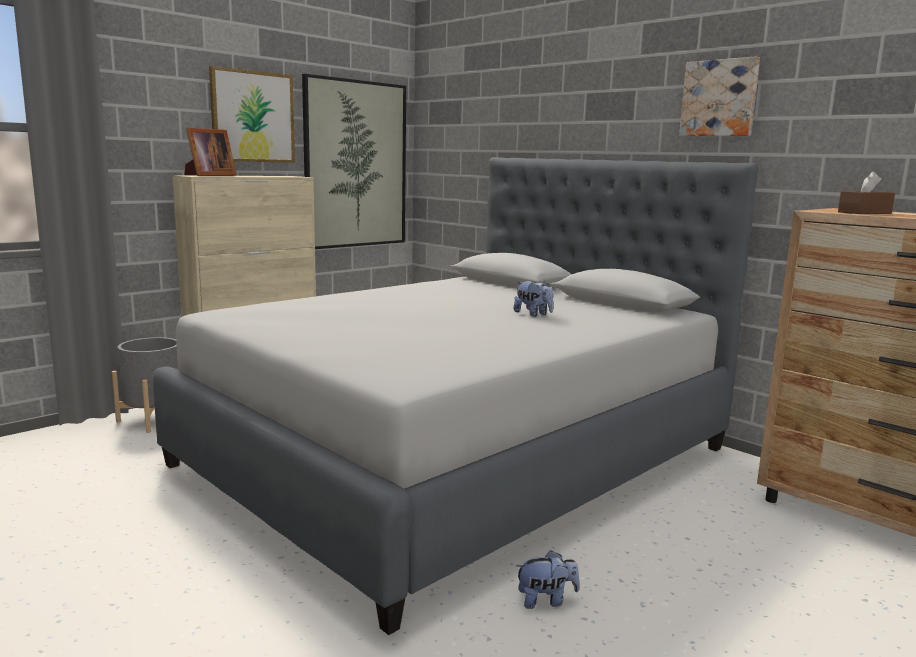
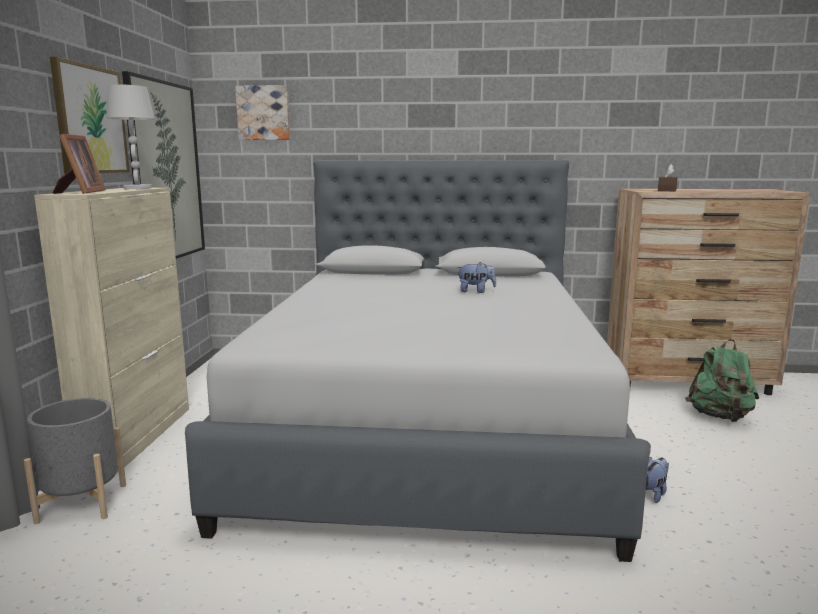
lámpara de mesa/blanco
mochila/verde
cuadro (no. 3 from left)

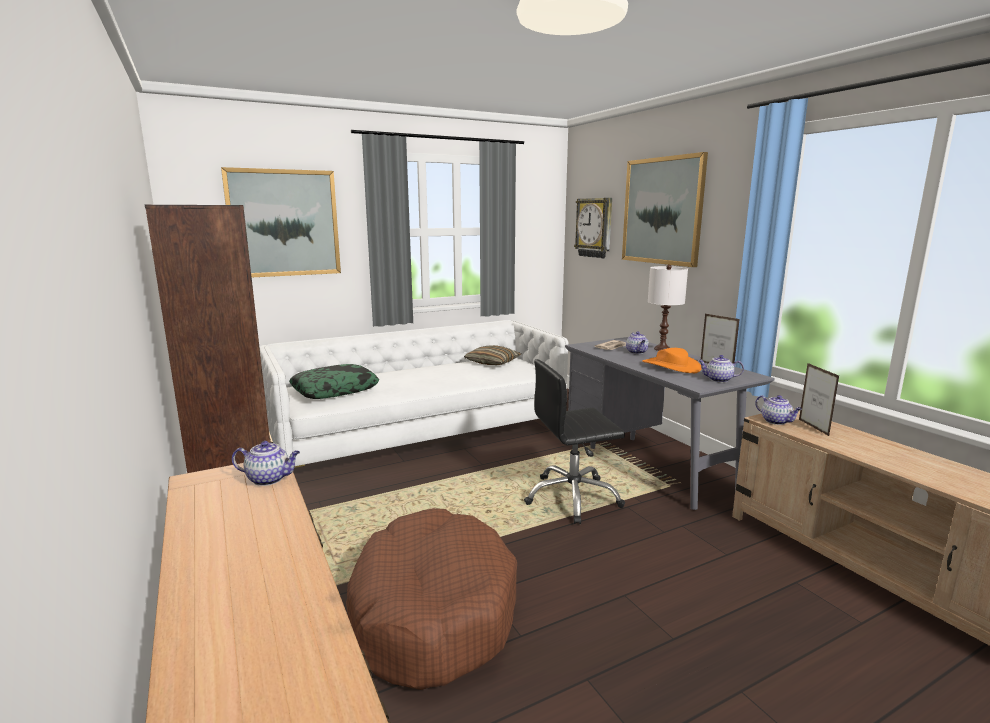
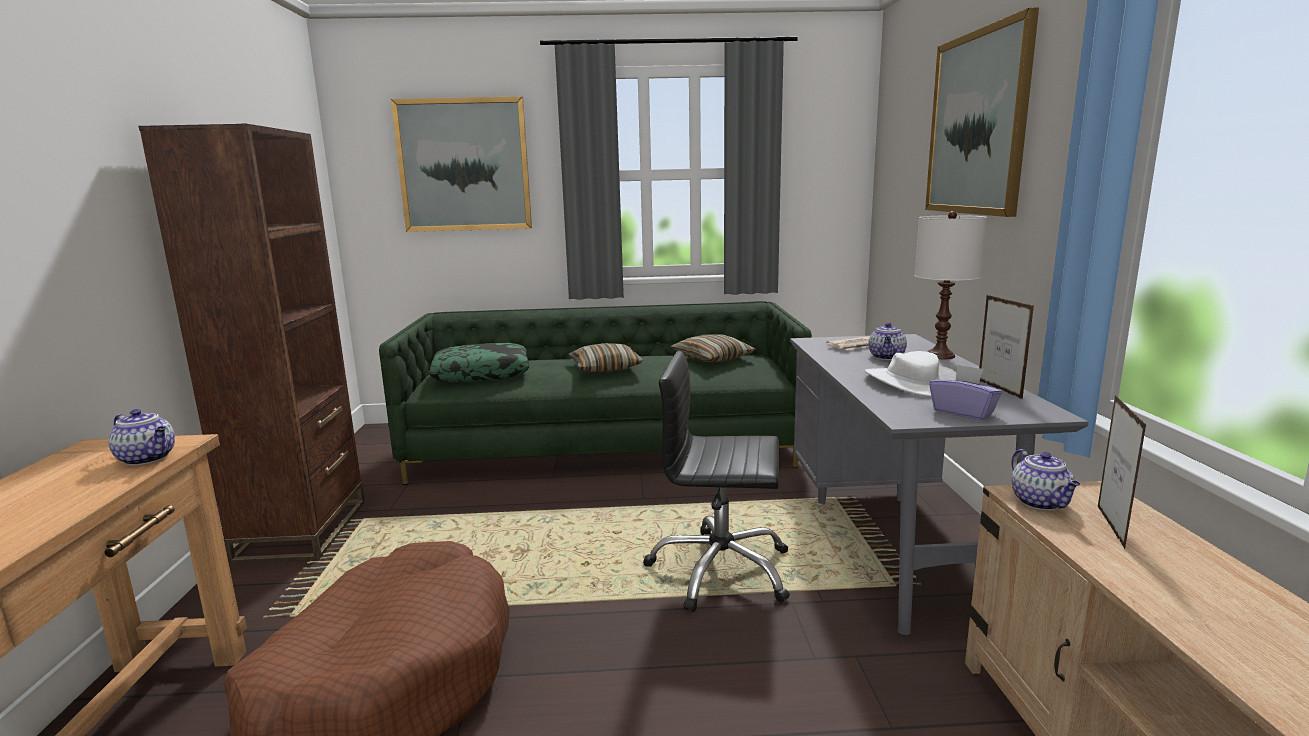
reloj de pared
cojín (no. 2 from left)
caja de pañuelos/morado
sofá/verde
sombrero/blanco

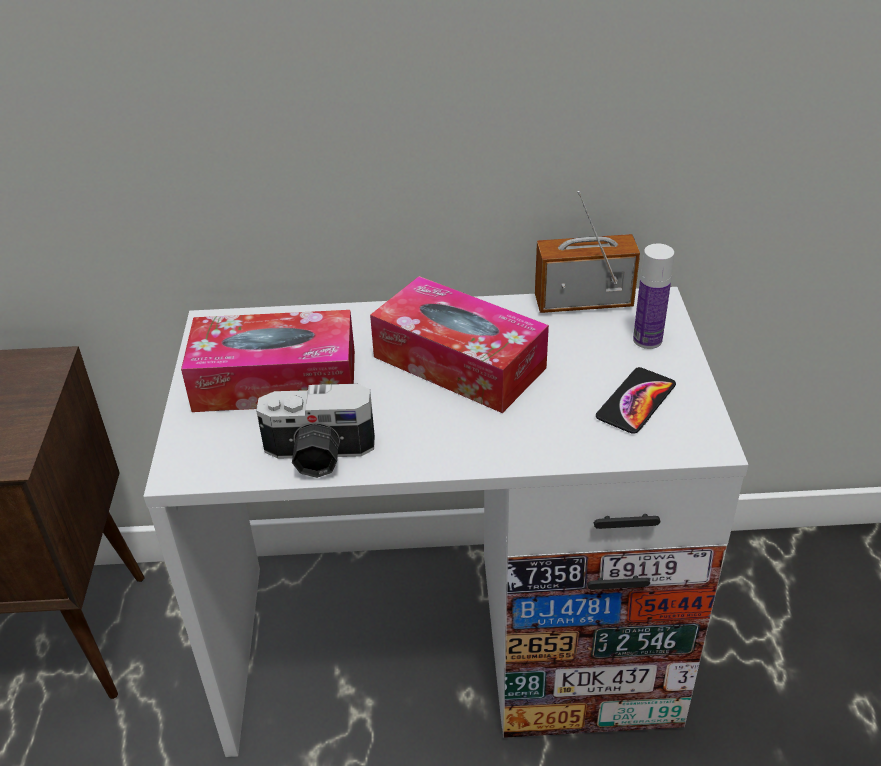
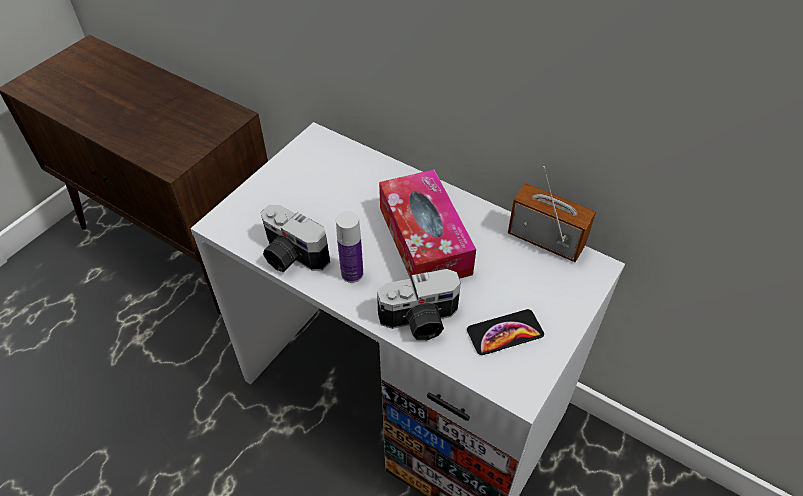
caja de pañuelos (no. 1 from left in the first image)
cámara (no. 2 from left)
botella

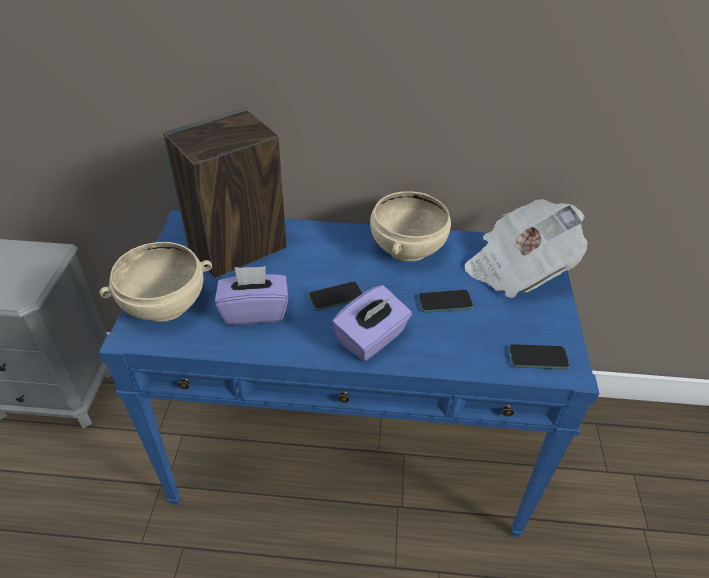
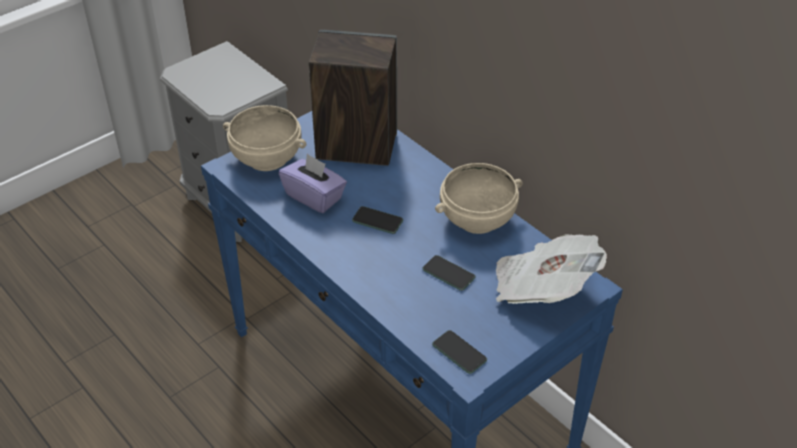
caja de pañuelos/morado (no. 2 from left in the first image)

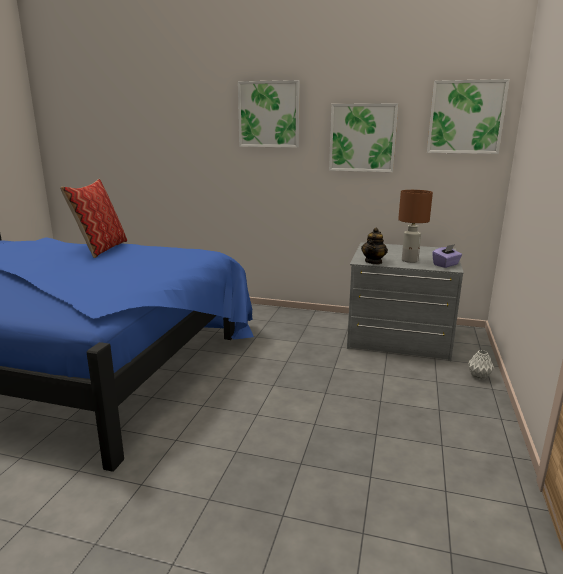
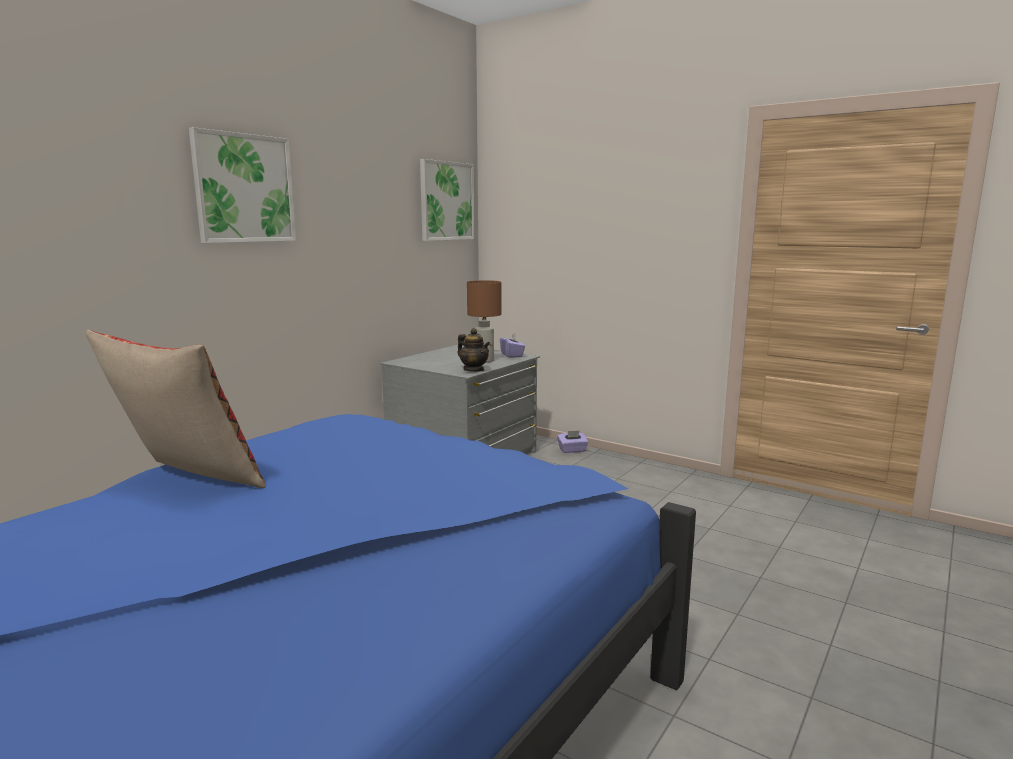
cuadro (no. 2 from left in the first image)
caja de pañuelos/morado (no. 2 from left)

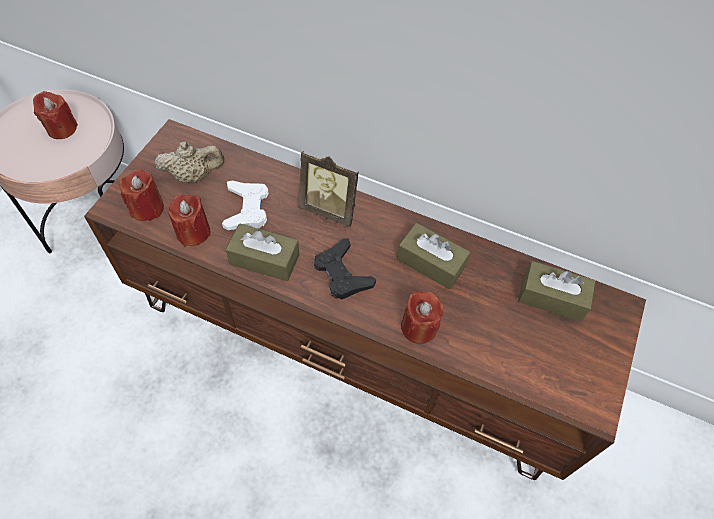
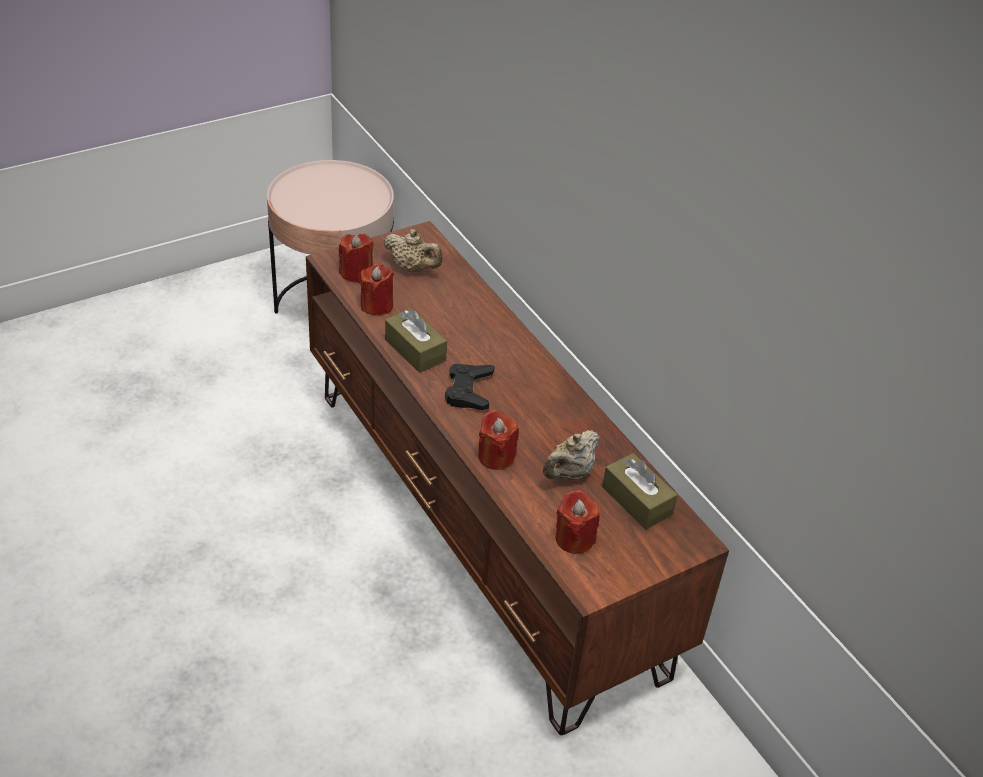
mando de consola/blanco
portarretratos
caja de pañuelos/marrón (no. 2 from left in the first image)
tetera/beis (no. 2 from left)
vela/rojo (no. 4 from left)

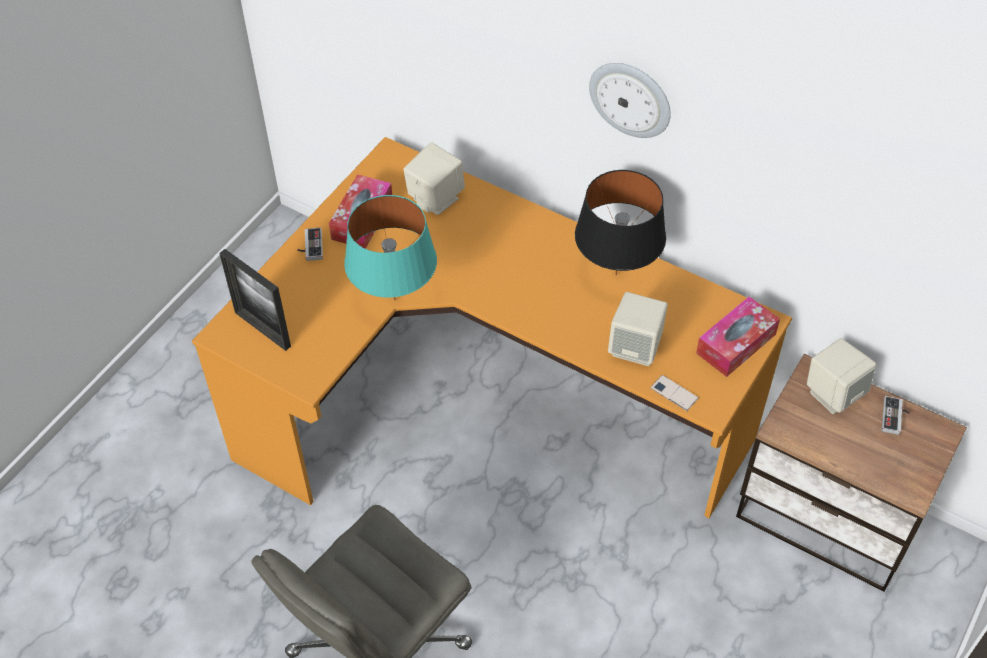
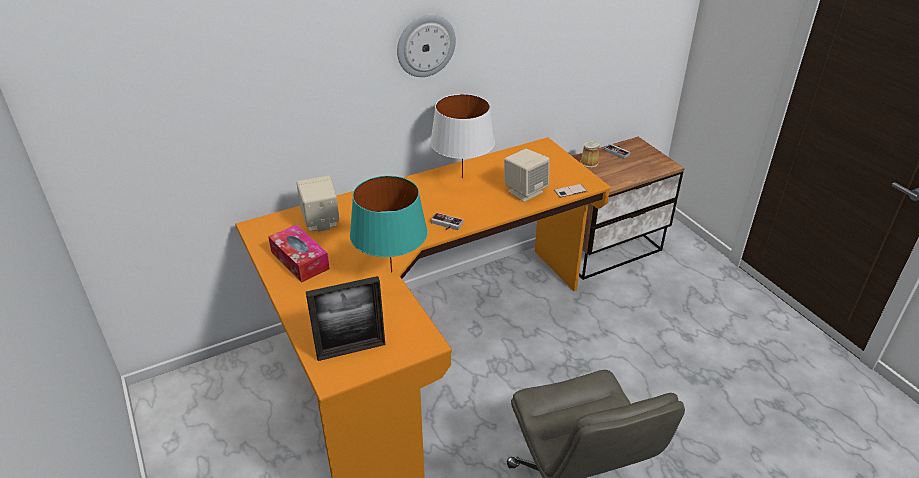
caja de pañuelos (no. 2 from left in the first image)
mando de consola (no. 1 from left)
taza grande
lámpara de mesa/blanco

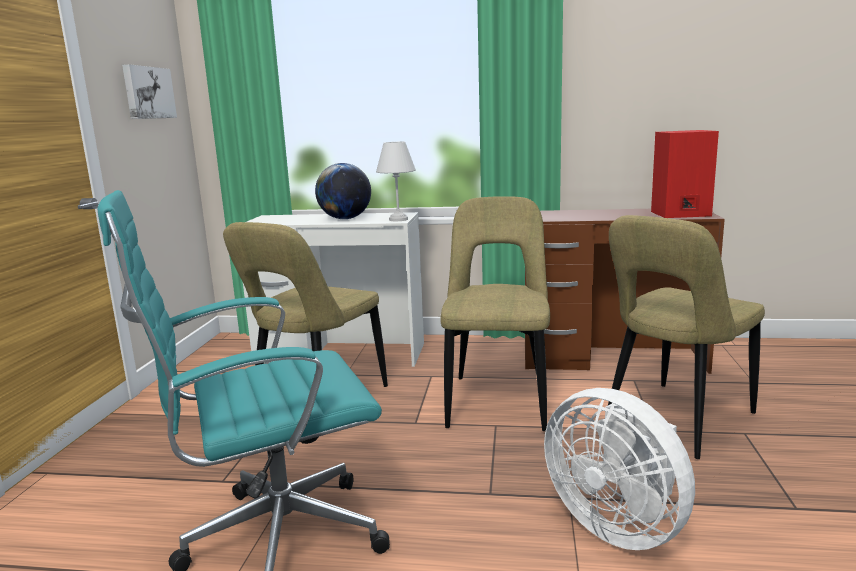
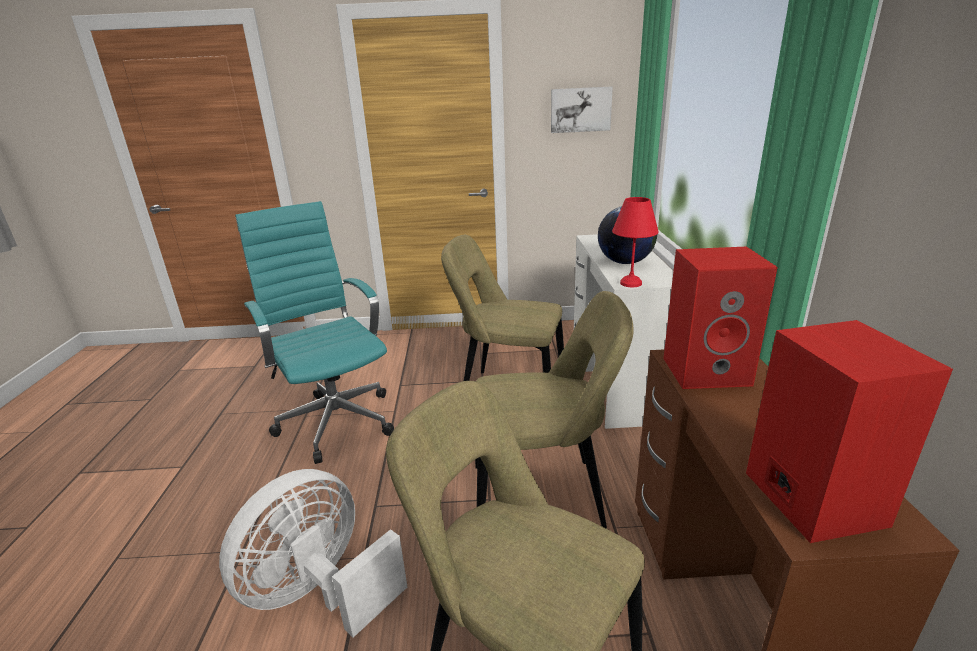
altavoz/rojo (no. 1 from left)
lámpara de mesa/rojo

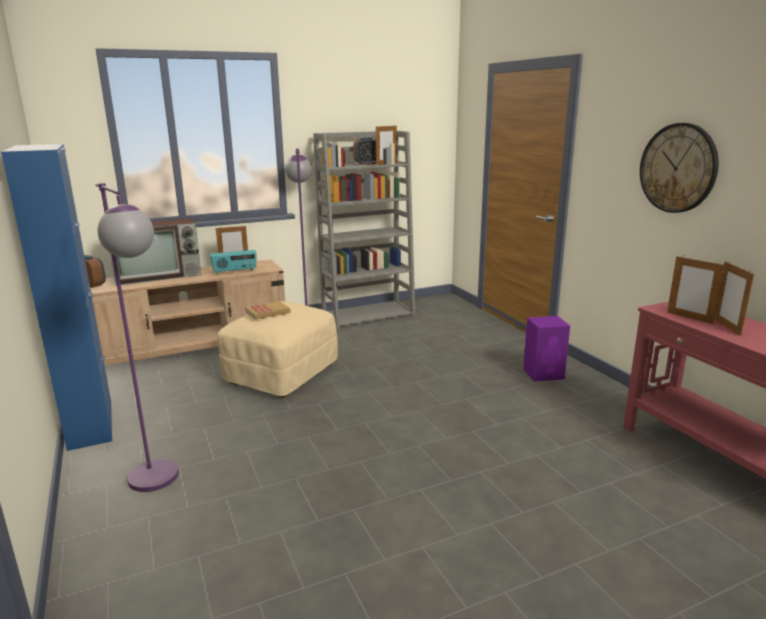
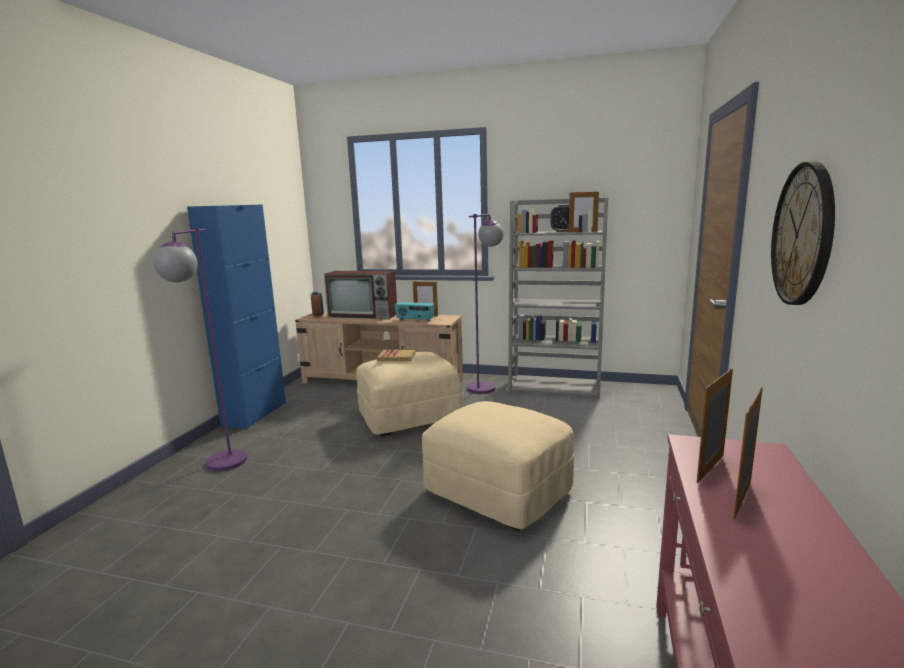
altavoz/morado
puf/beis (no. 2 from left)
portarretratos (no. 3 from left)

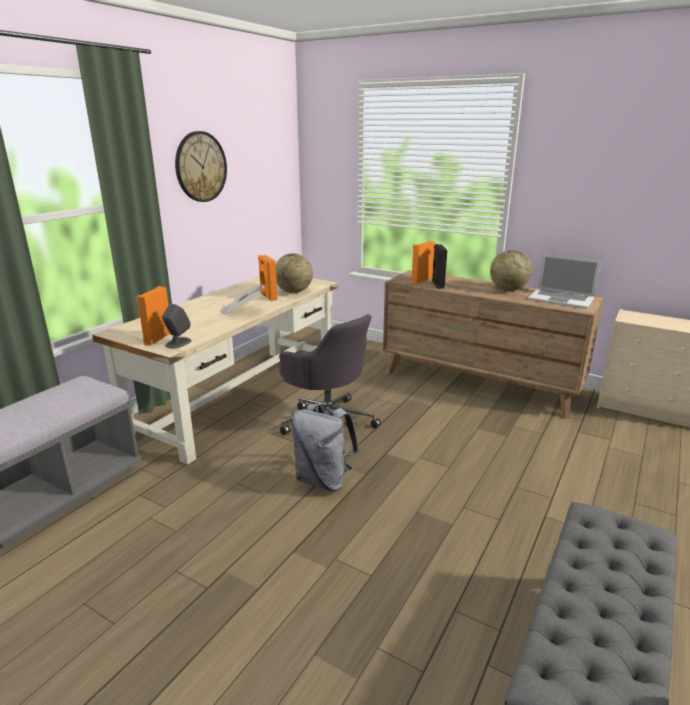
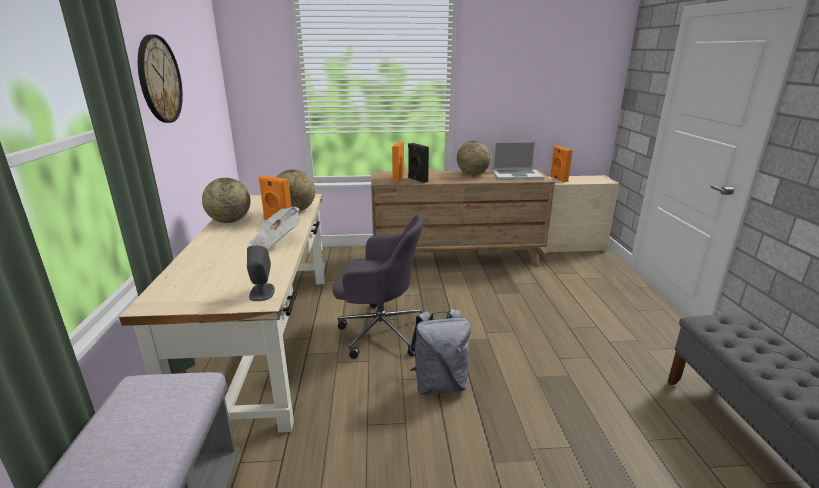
globo terráqueo (no. 1 from left)
altavoz/naranja (no. 3 from left)

